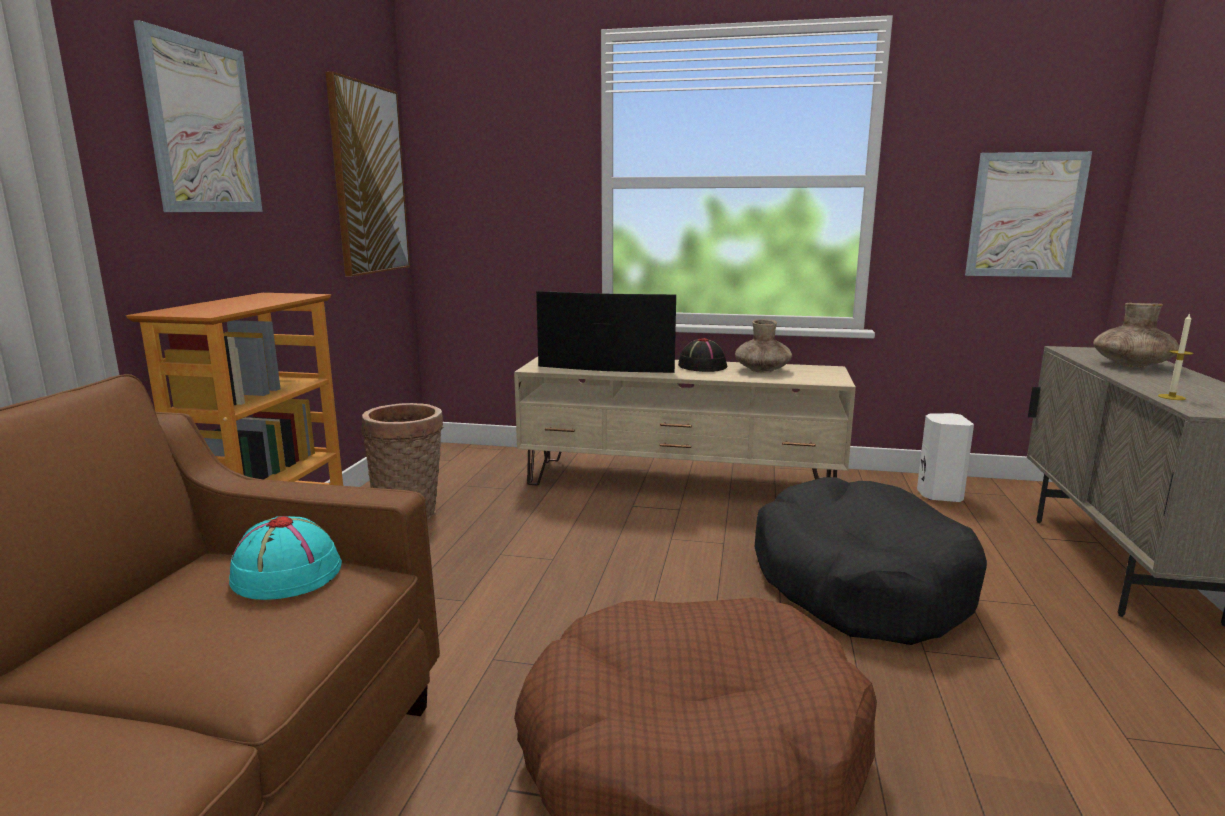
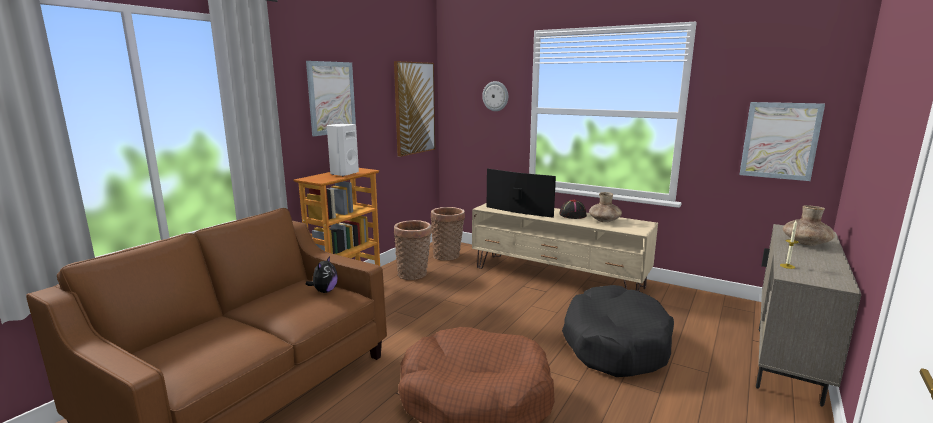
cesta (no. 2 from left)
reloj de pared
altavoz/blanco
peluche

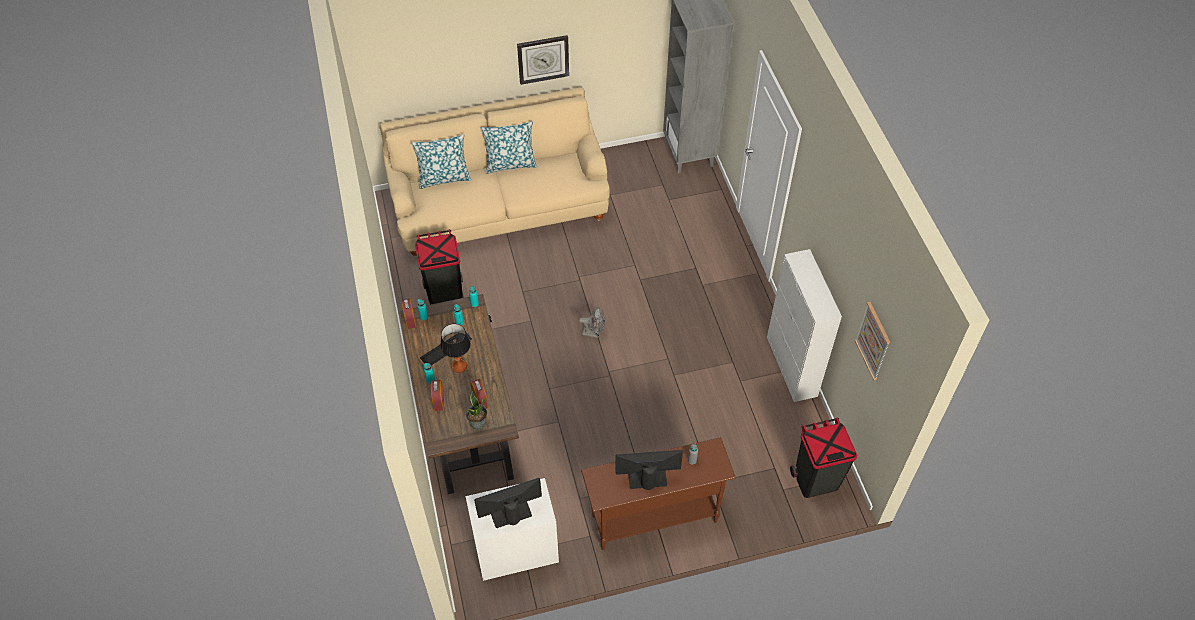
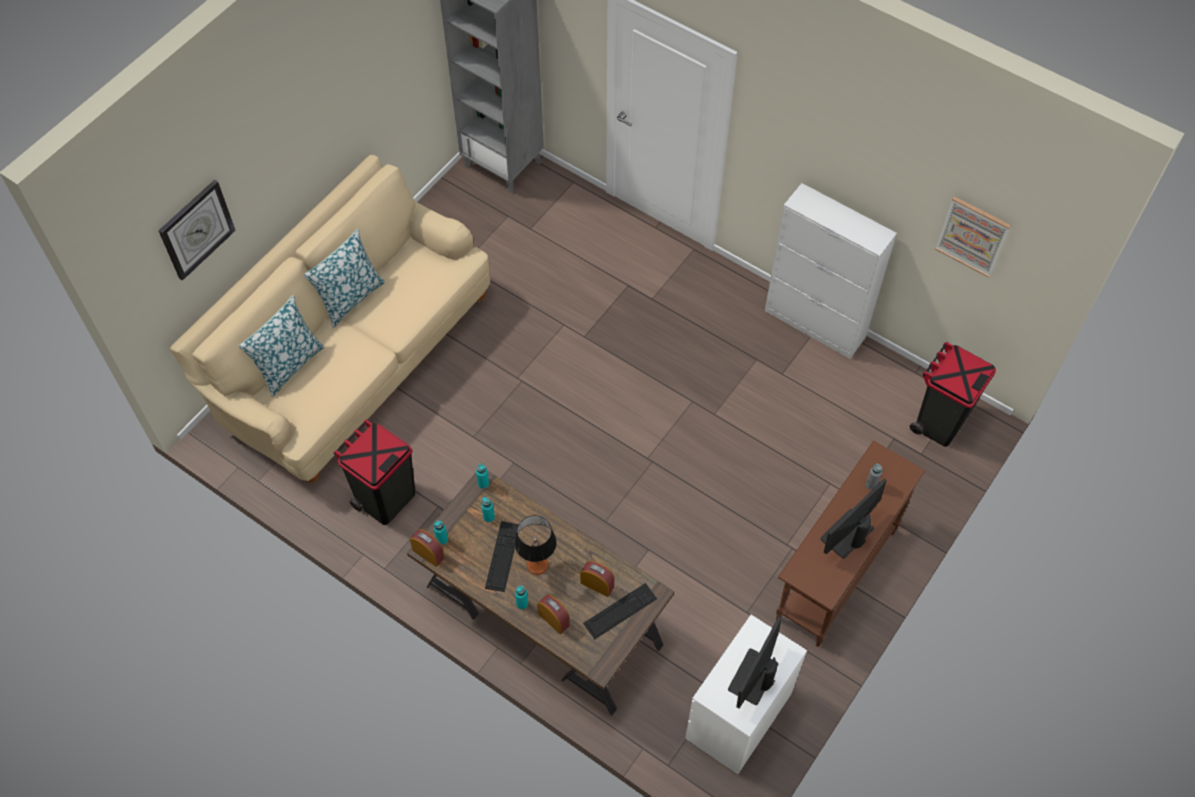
ventilador/gris
reloj de pared
teclado (no. 2 from left)

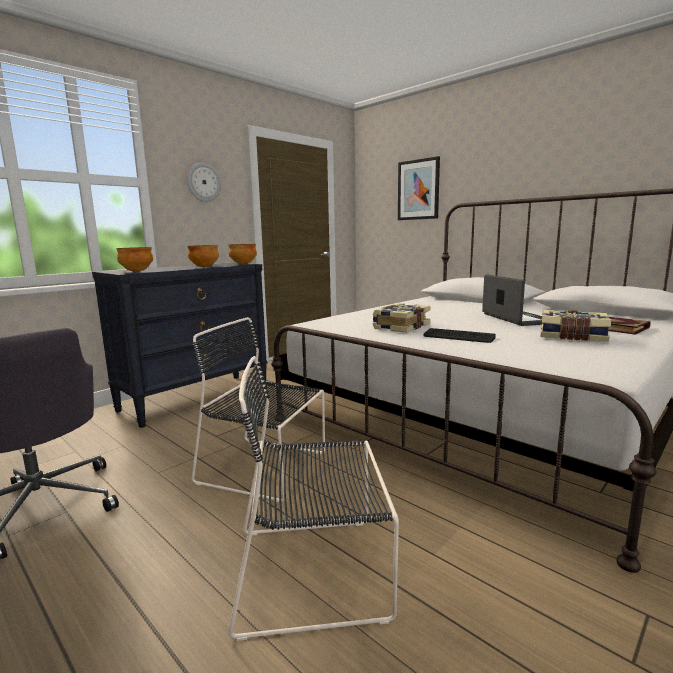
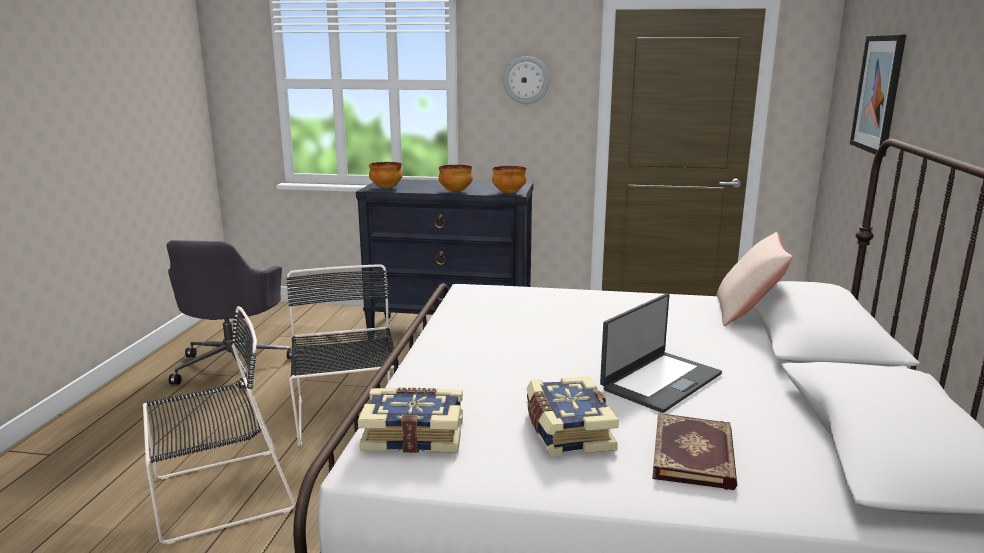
teclado
cojín/beis
libro (no. 1 from left)
silla/negro (no. 1 from left)

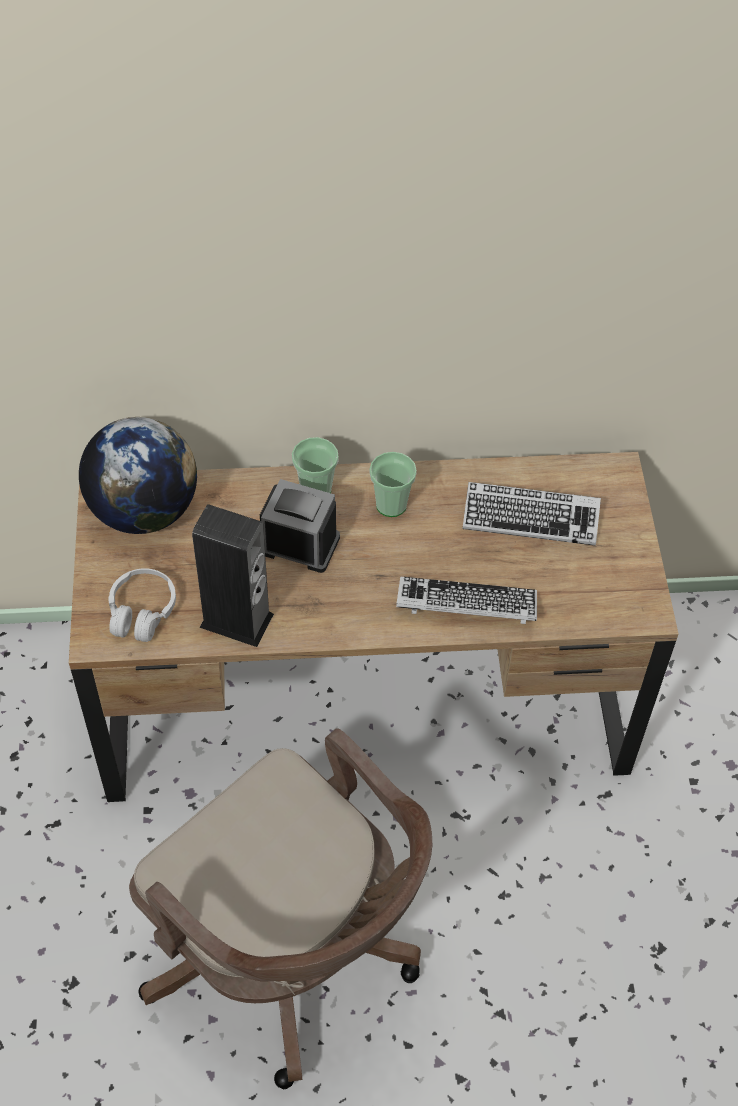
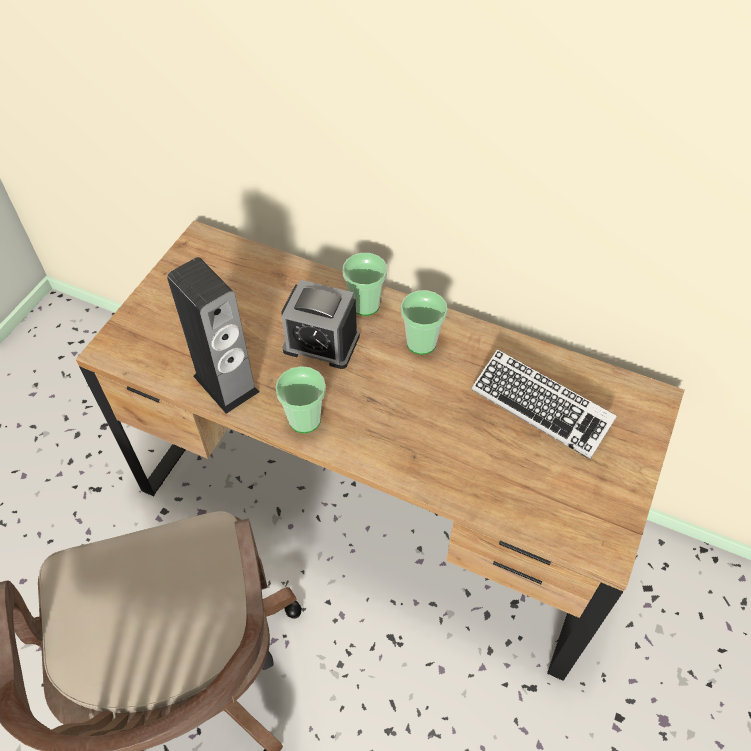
globo terráqueo
auriculares/blanco
teclado (no. 1 from left in the first image)
taza (no. 1 from left)
despertador

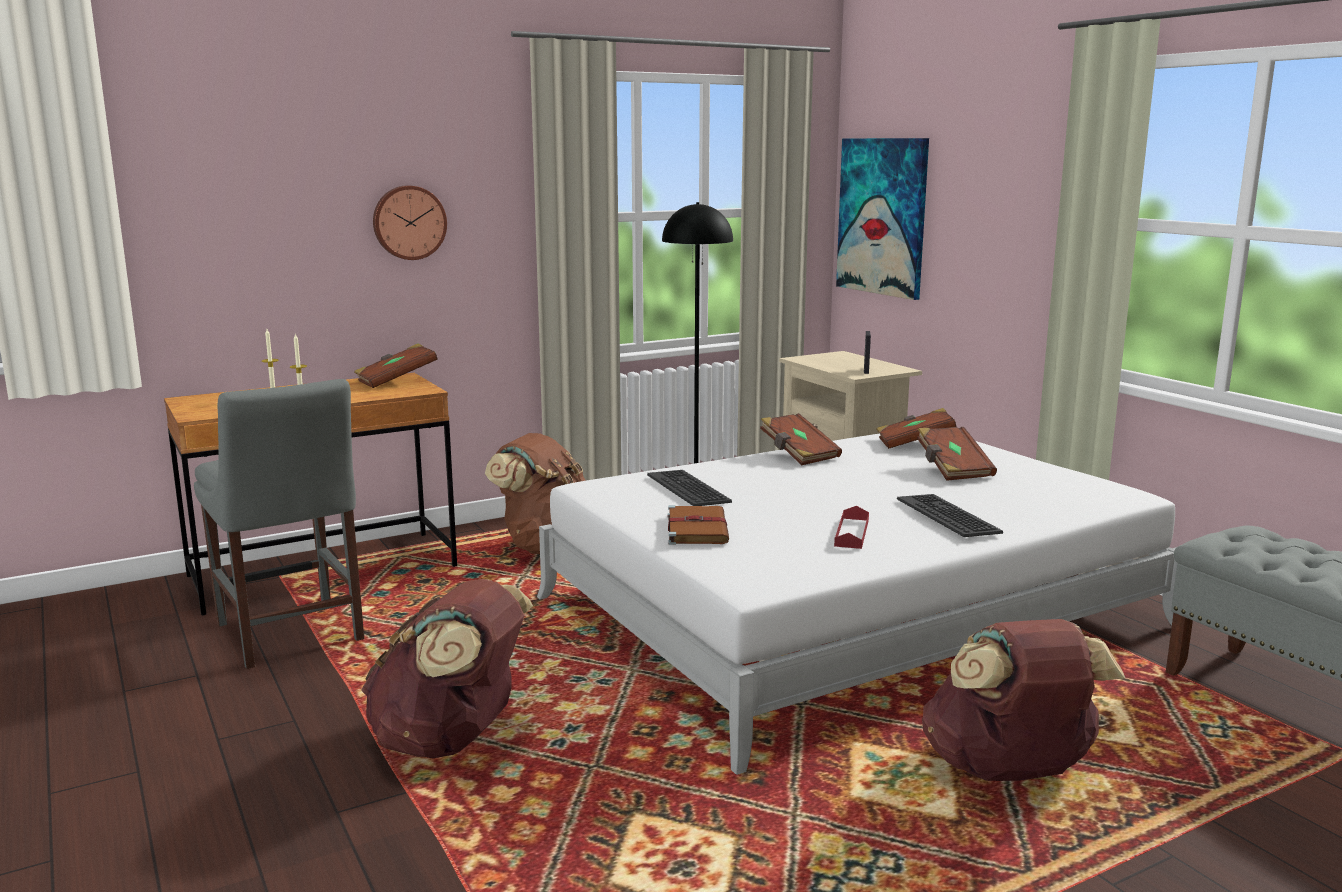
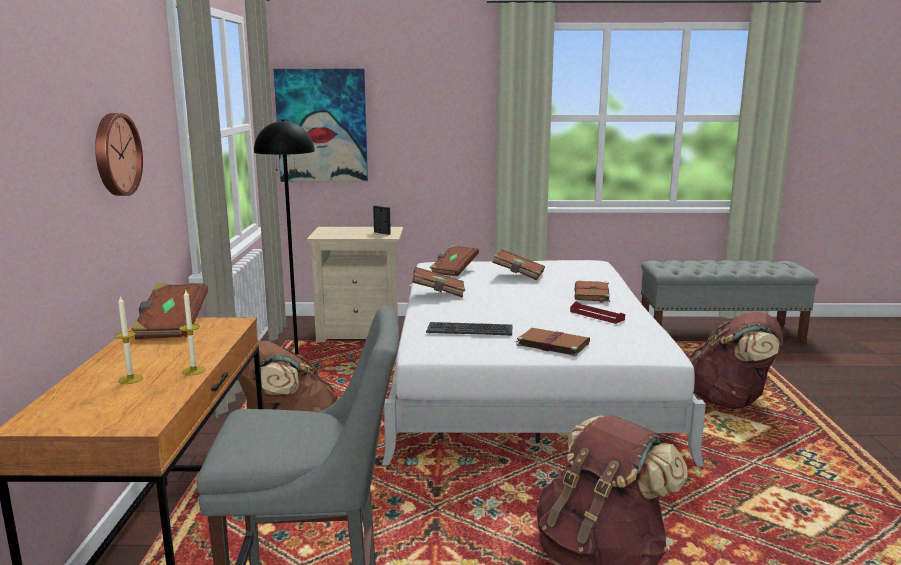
libro/marrón (no. 6 from left)

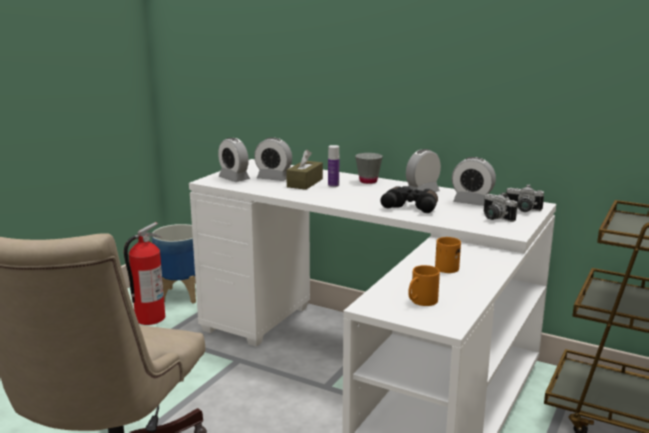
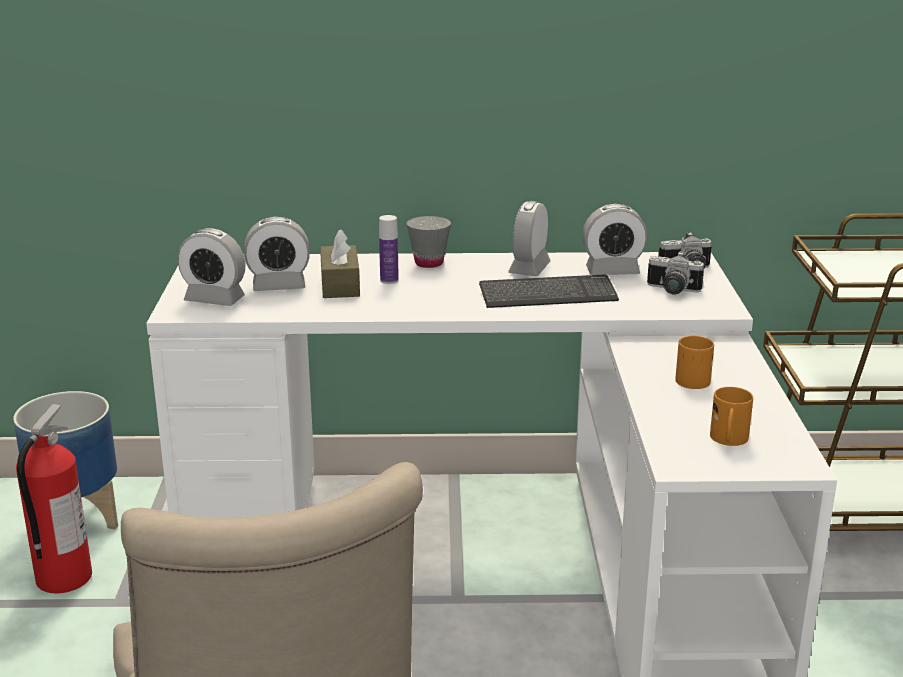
teclado

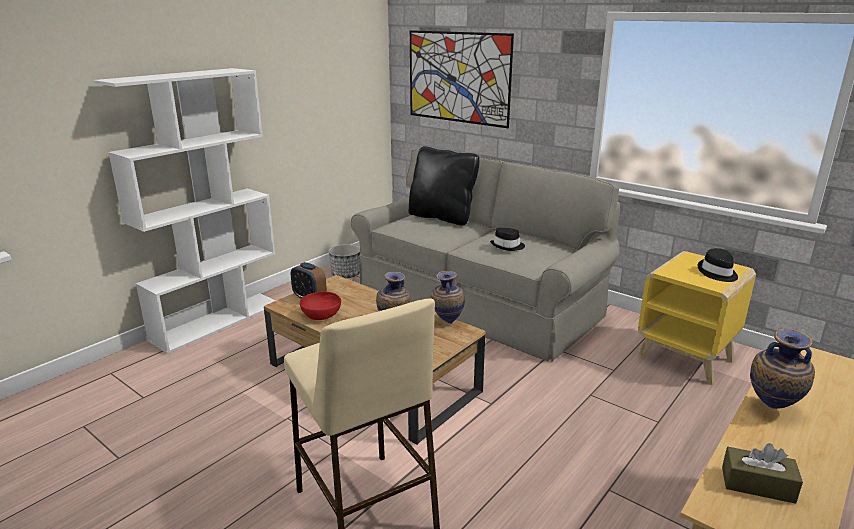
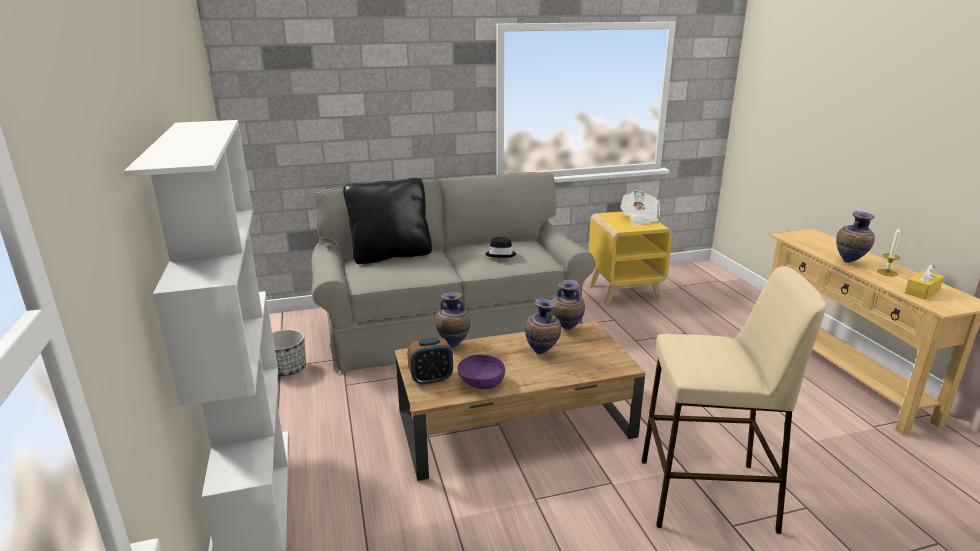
cuadro
florero (no. 1 from left)
vela
periódico
cuenco/morado
caja de pañuelos/amarillo

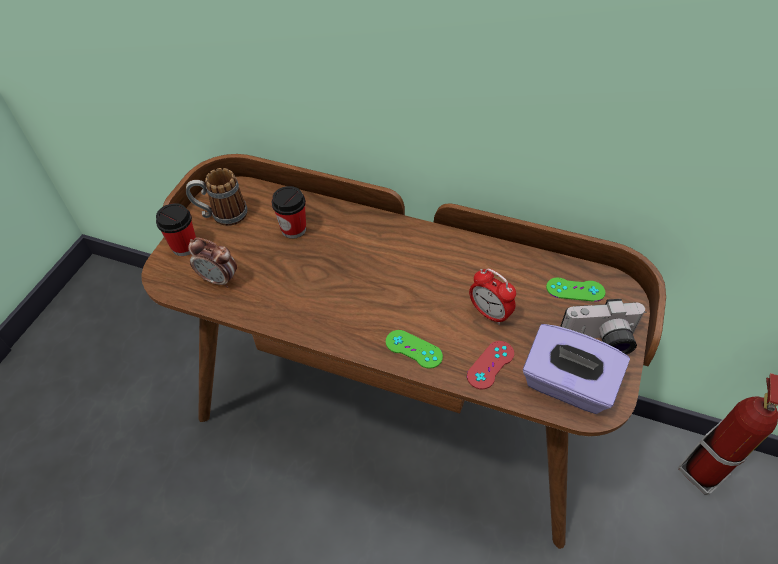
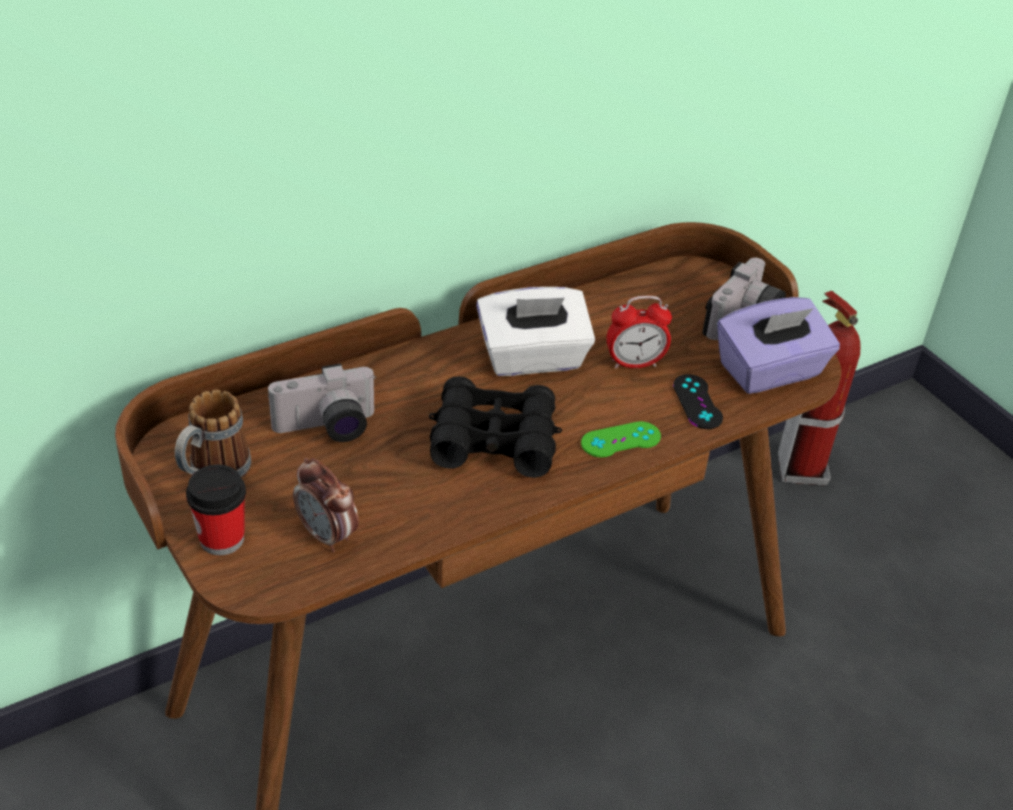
mando de consola/verde (no. 2 from left in the first image)
prismáticos/negro
caja de pañuelos/blanco
cámara (no. 1 from left)
mando de consola/negro
despertador (no. 1 from left)

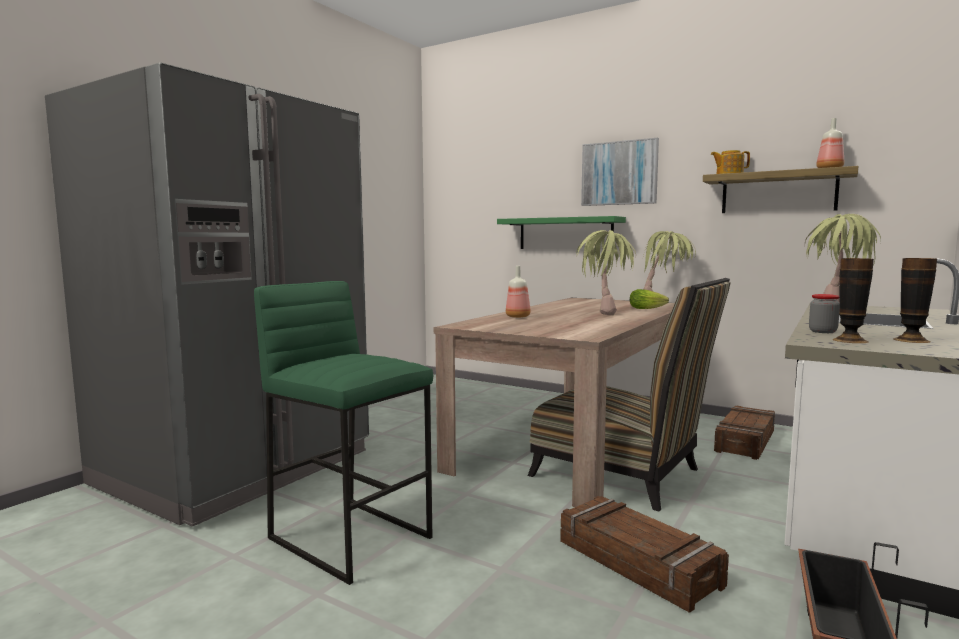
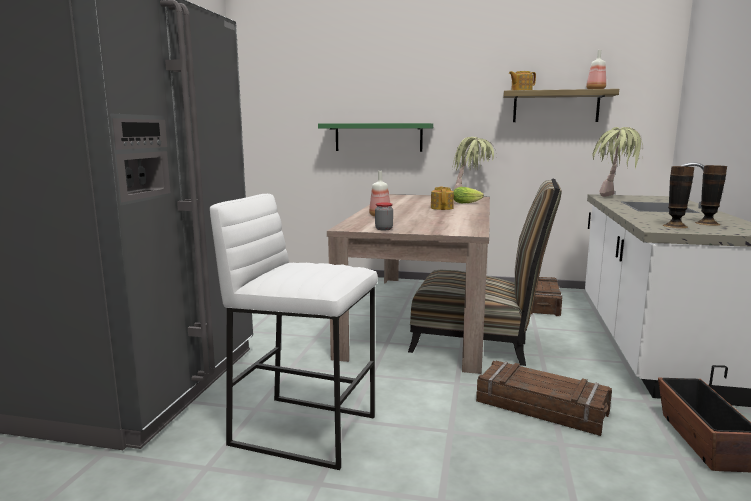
cuadro
tarro
tetera (no. 1 from left)
taburete/blanco

